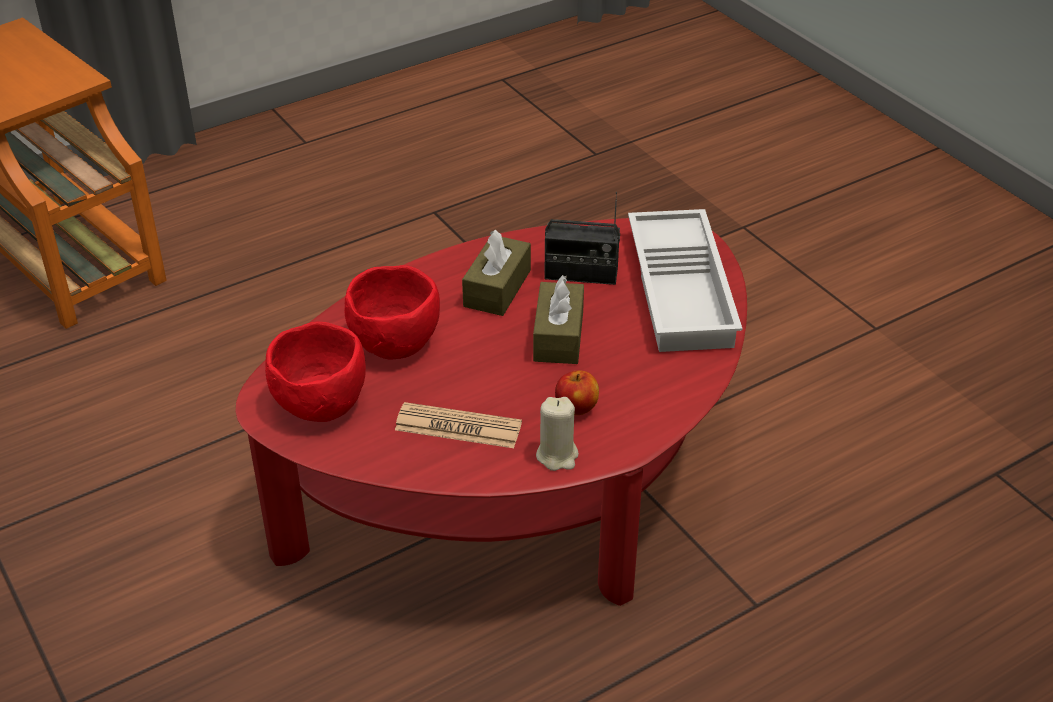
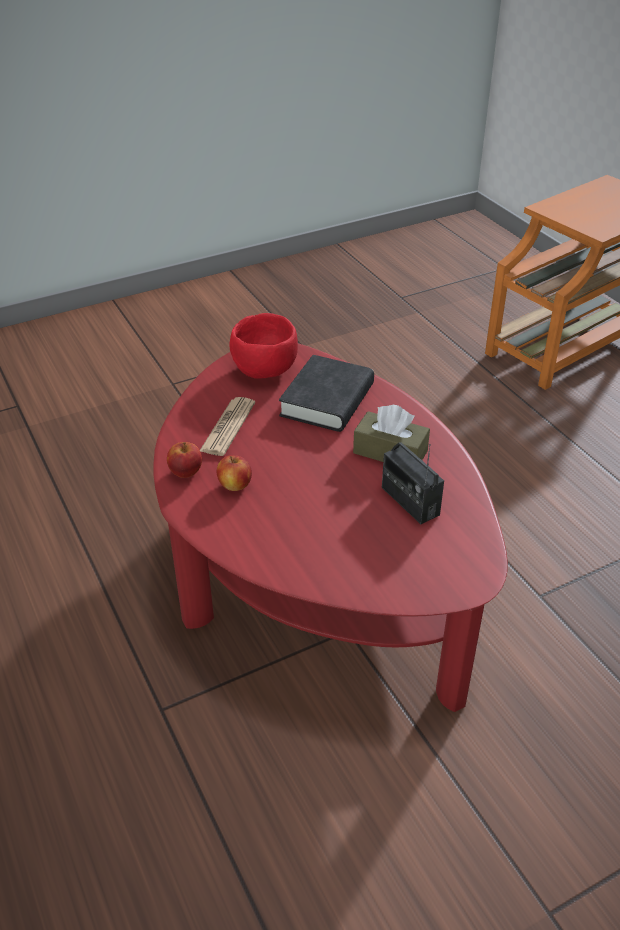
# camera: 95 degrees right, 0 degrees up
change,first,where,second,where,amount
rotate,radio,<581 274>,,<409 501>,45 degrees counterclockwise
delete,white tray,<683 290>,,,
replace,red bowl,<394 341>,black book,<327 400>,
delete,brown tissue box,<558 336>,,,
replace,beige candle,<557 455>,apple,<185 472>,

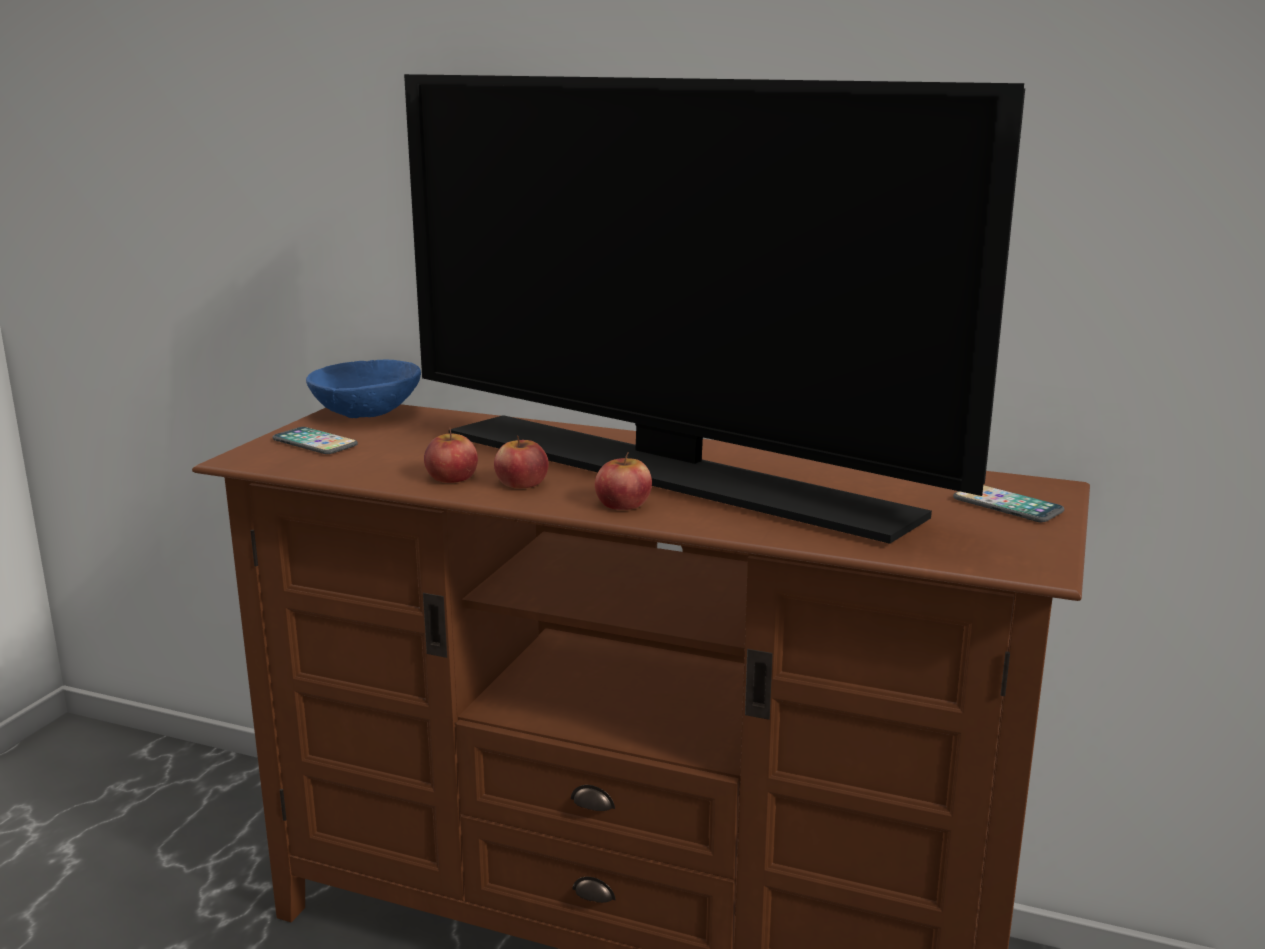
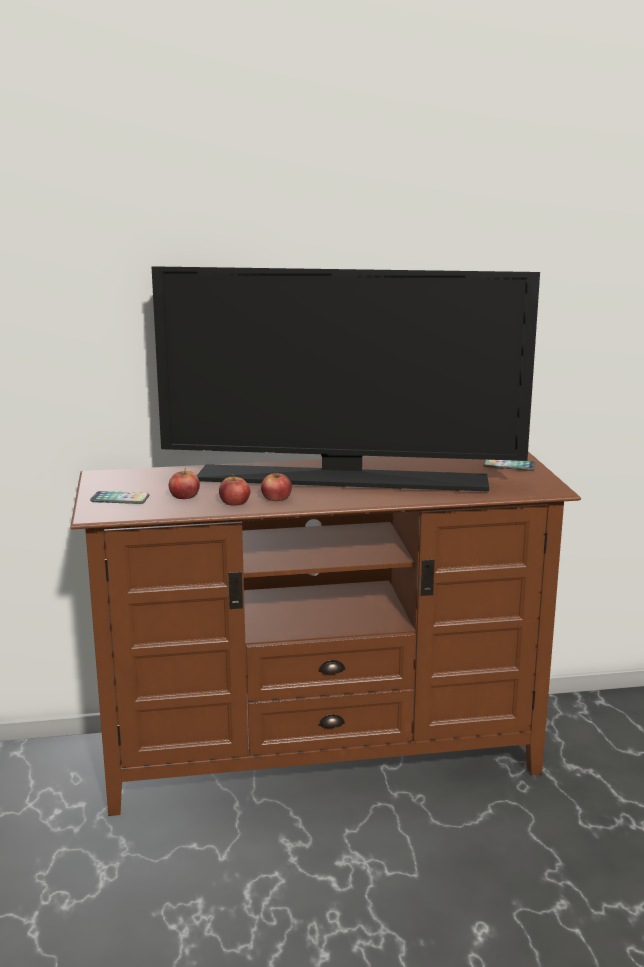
# camera: 30 degrees left, 0 degrees up
change,first,where,second,where,amount
delete,blue bowl,<368 412>,,,
move,apple,<623 503>,,<184 495>,

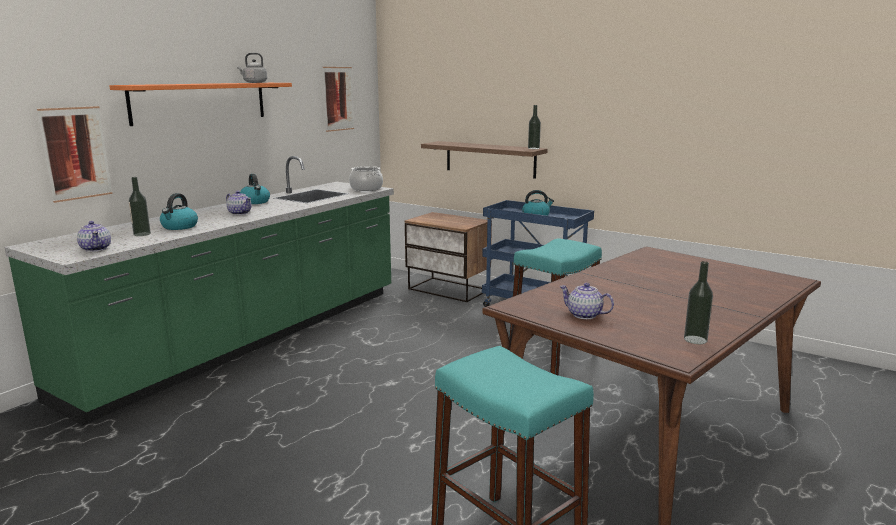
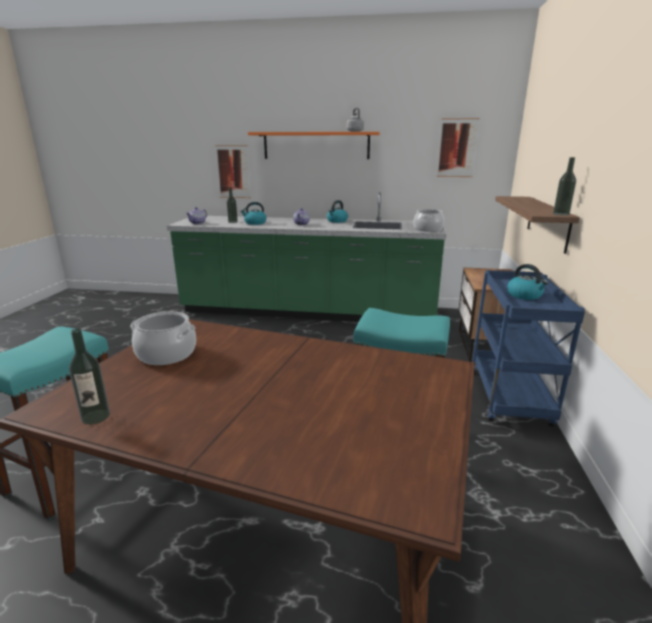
# camera: 65 degrees right, 5 degrees up
change,first,where,second,where,amount
replace,teapot,<584 315>,cooking pot,<166 354>,

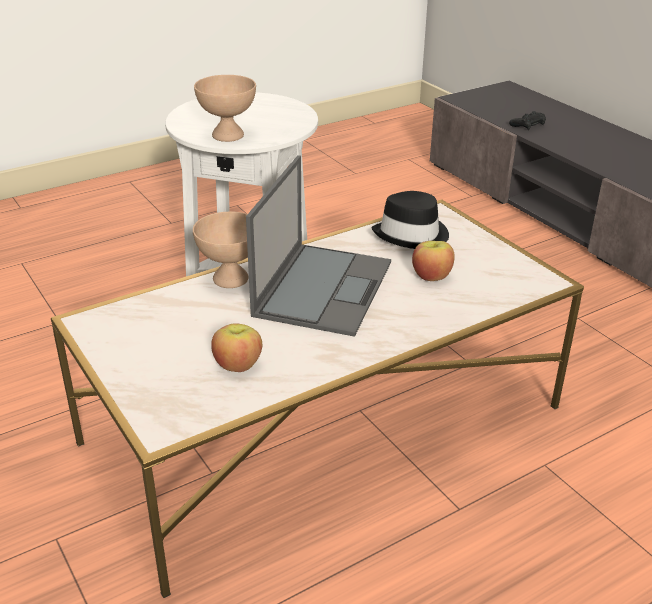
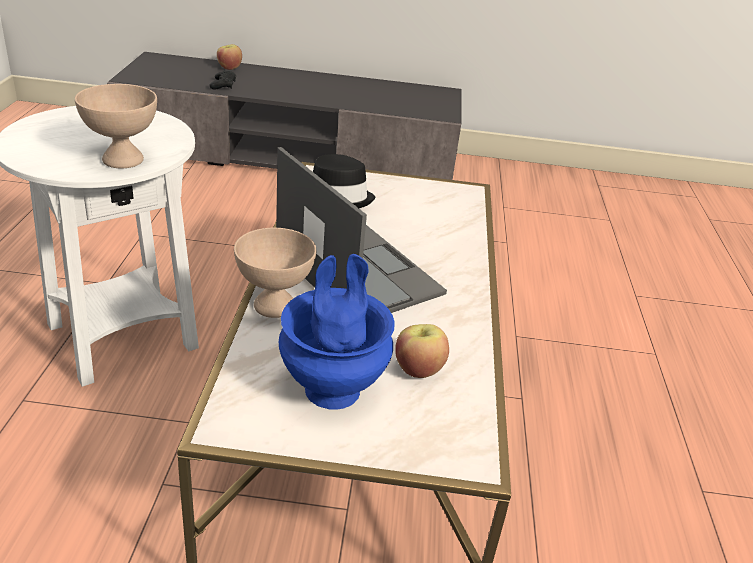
# camera: 55 degrees left, 0 degrees up
change,first,where,second,where,amount
move,apple,<431 276>,,<229 68>,
insert,,,blue vase,<334 389>,

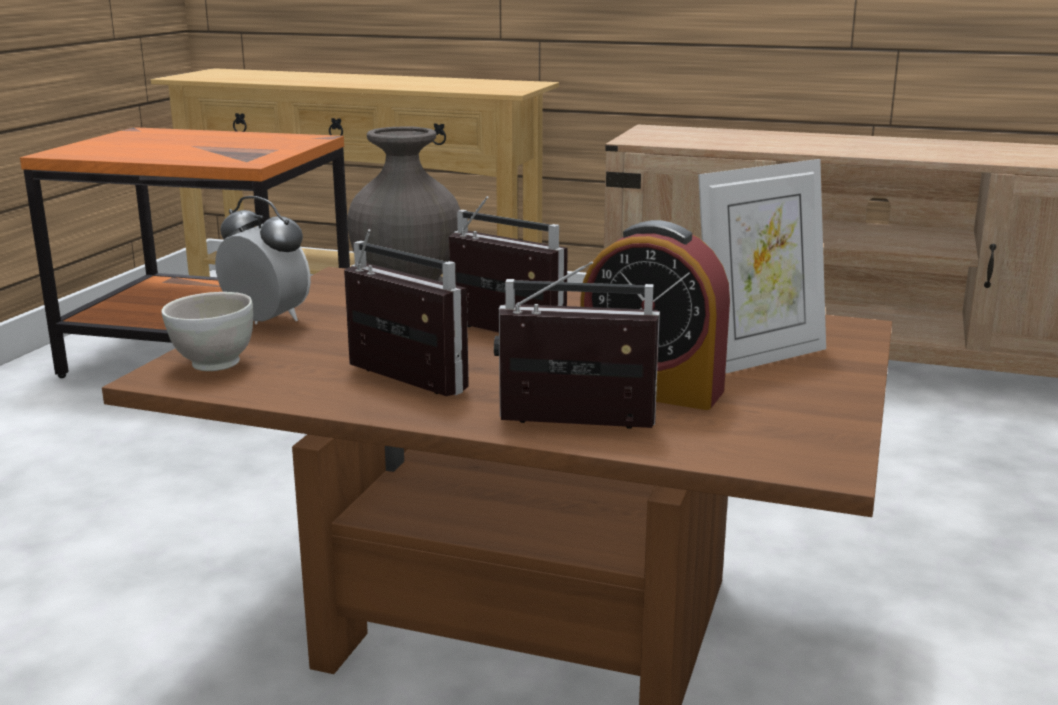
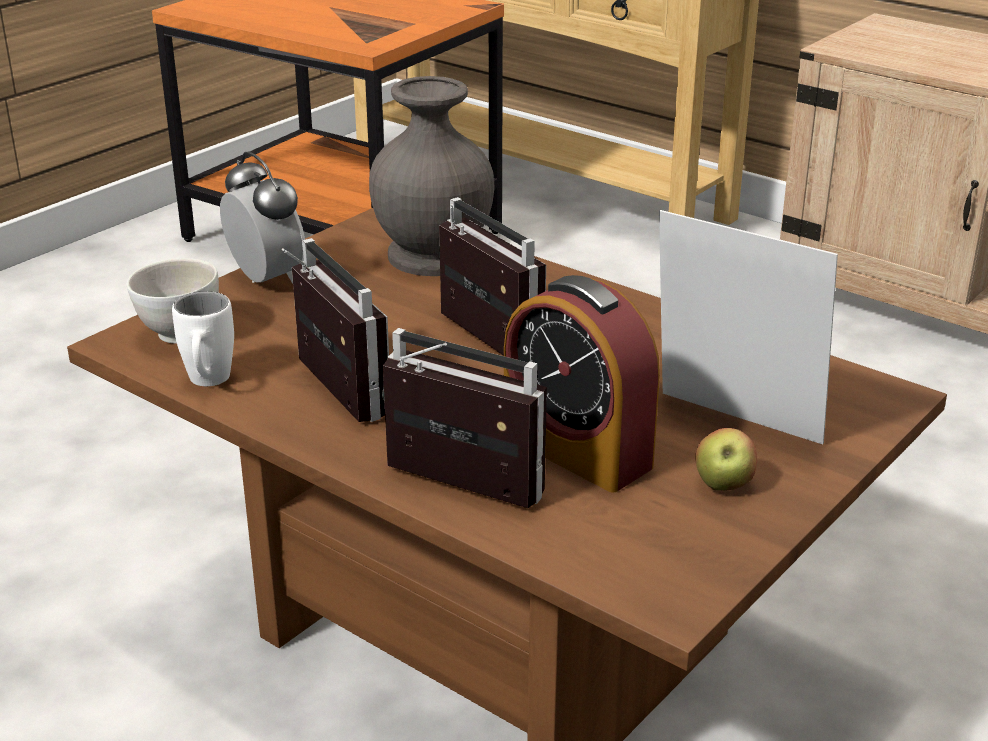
# camera: 20 degrees right, 10 degrees up
change,first,where,second,where,amount
rotate,picture frame,<758 358>,,<733 425>,135 degrees counterclockwise
insert,,,white mug,<208 384>,
insert,,,apple,<723 485>,

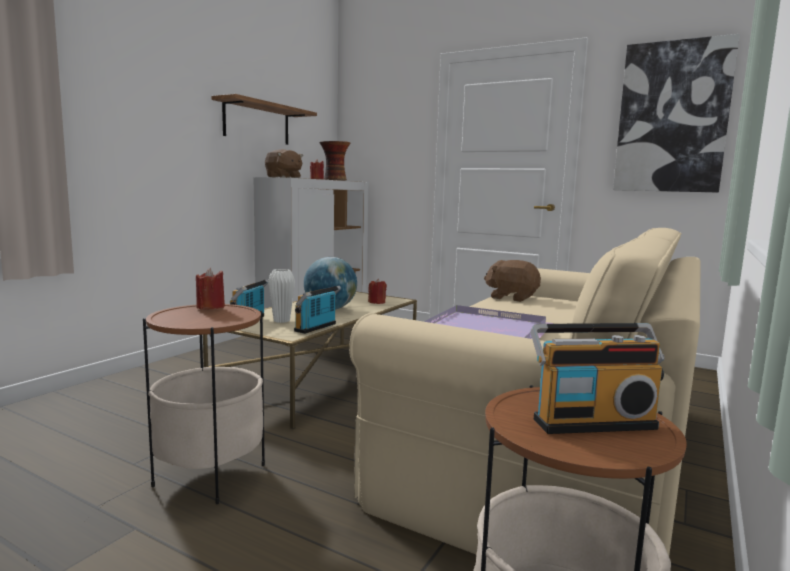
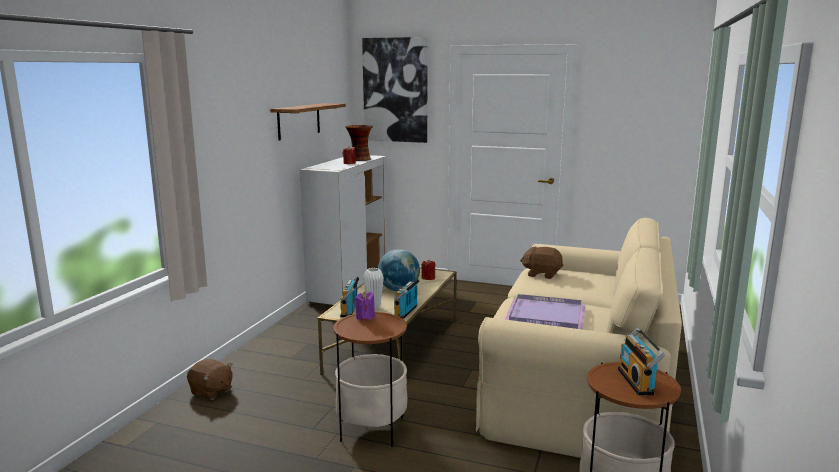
# camera: 10 degrees left, 5 degrees up
change,first,where,second,where,amount
move,picture,<672 117>,,<395 90>,
move,brown plush toy,<283 177>,,<211 392>,
recolor,red candle,<210 307>,purple candle,<365 317>,
rotate,radio,<592 422>,,<638 381>,105 degrees clockwise

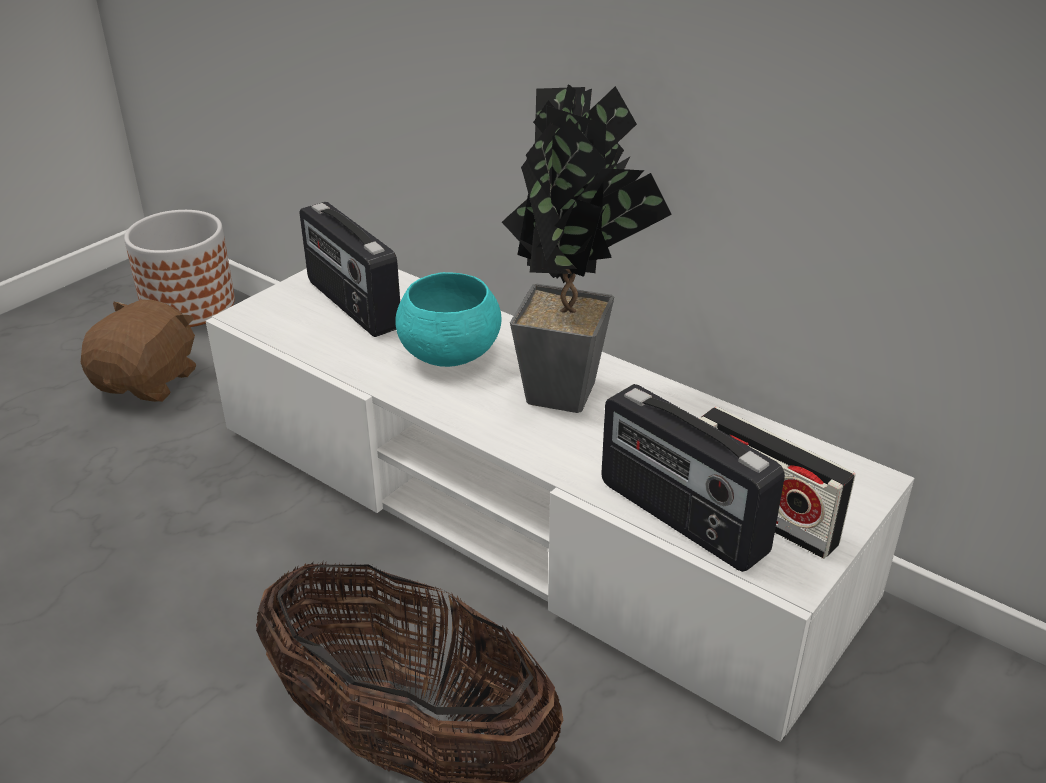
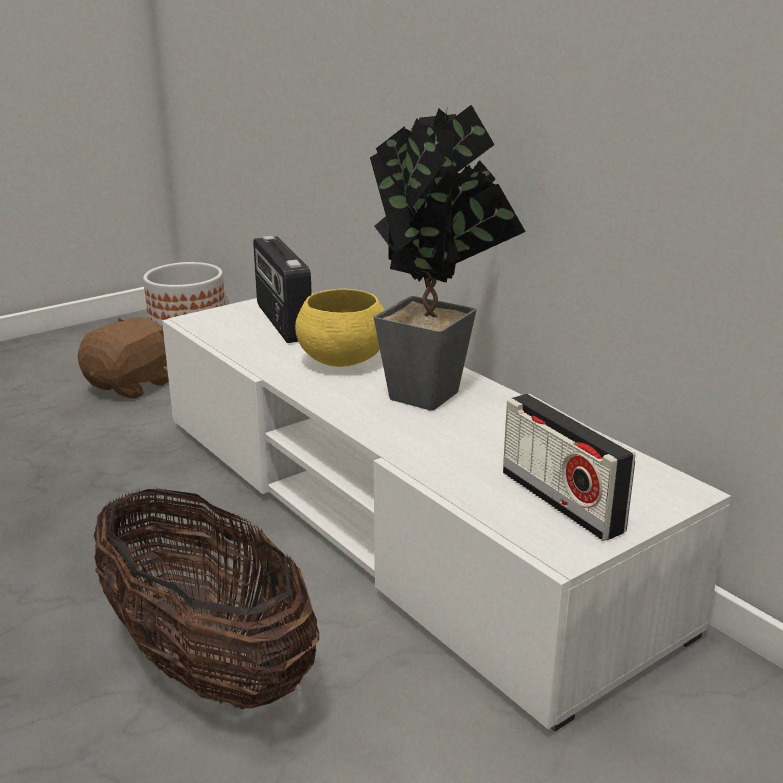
# camera: 15 degrees right, 10 degrees down
change,first,where,second,where,amount
recolor,turquoise bowl,<449 355>,yellow bowl,<342 360>,
delete,radio,<680 519>,,,

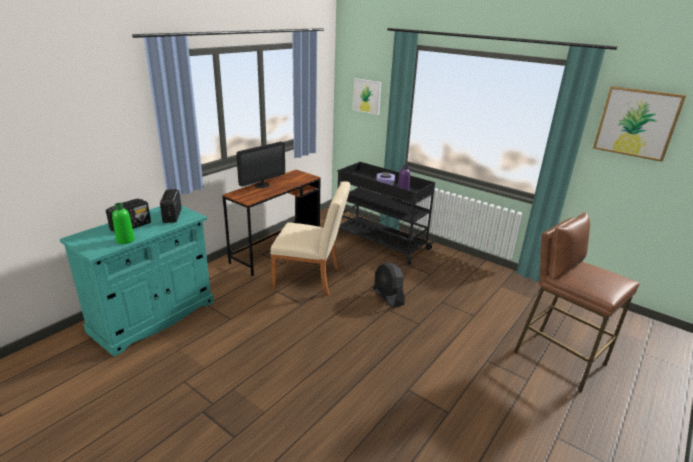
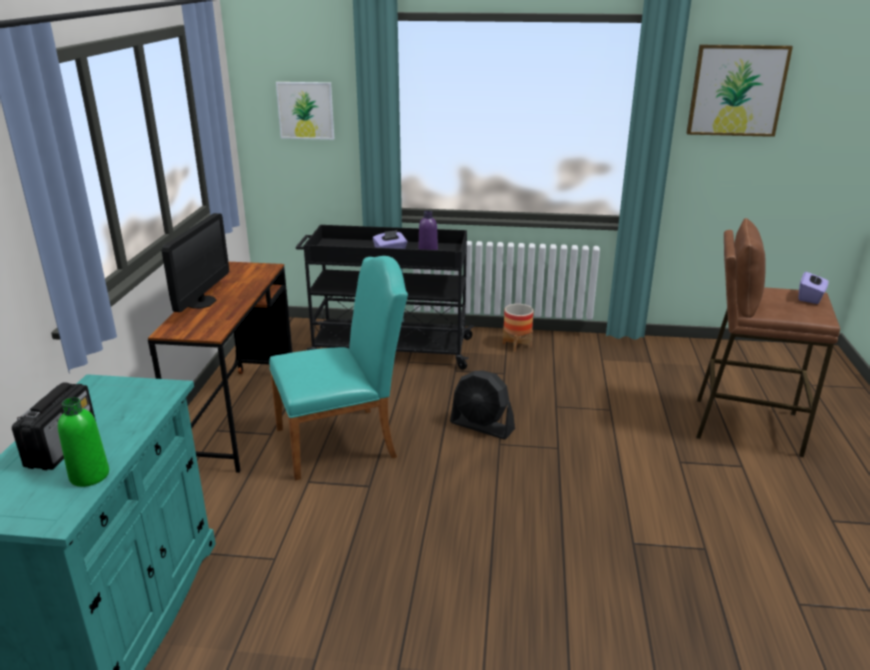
# camera: 30 degrees left, 0 degrees up
change,first,where,second,where,amount
recolor,beige chair,<311 278>,turquoise chair,<344 440>,
delete,radio,<172 216>,,,
insert,,,purple tissue box,<810 297>,
insert,,,planter,<516 345>,

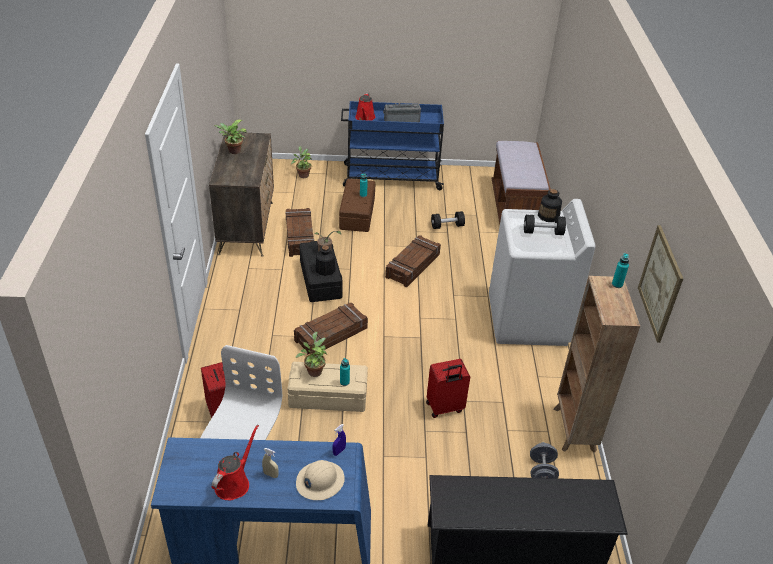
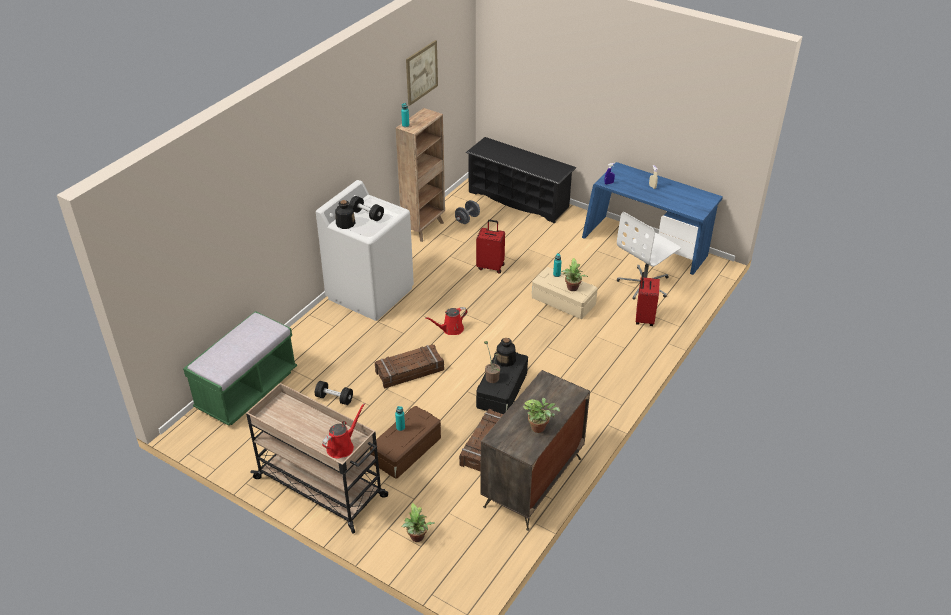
# camera: 145 degrees left, 0 degrees up
change,first,where,second,where,amount
recolor,blue cart,<391 177>,beige cart,<322 488>,
delete,radio,<401 120>,,,
recolor,brown bench,<515 208>,green bench,<247 390>,
delete,crate,<330 334>,,,
move,red watering can,<234 483>,,<450 329>,
delete,beige hard hat,<319 481>,,,

